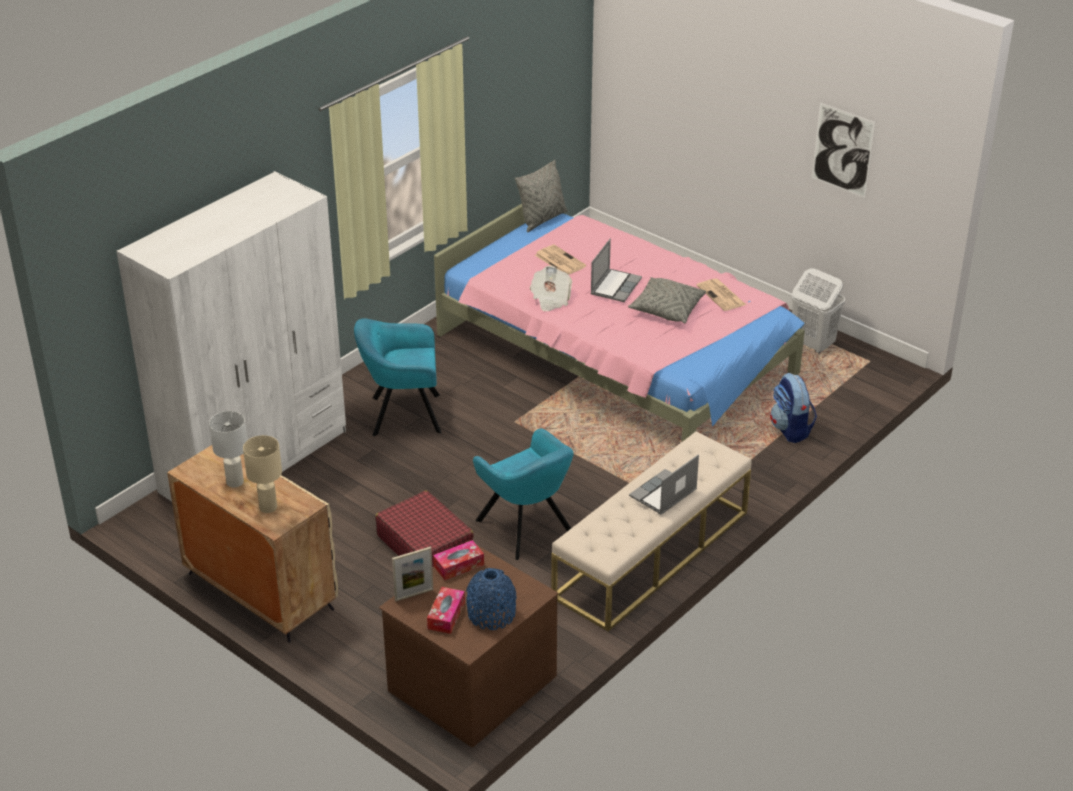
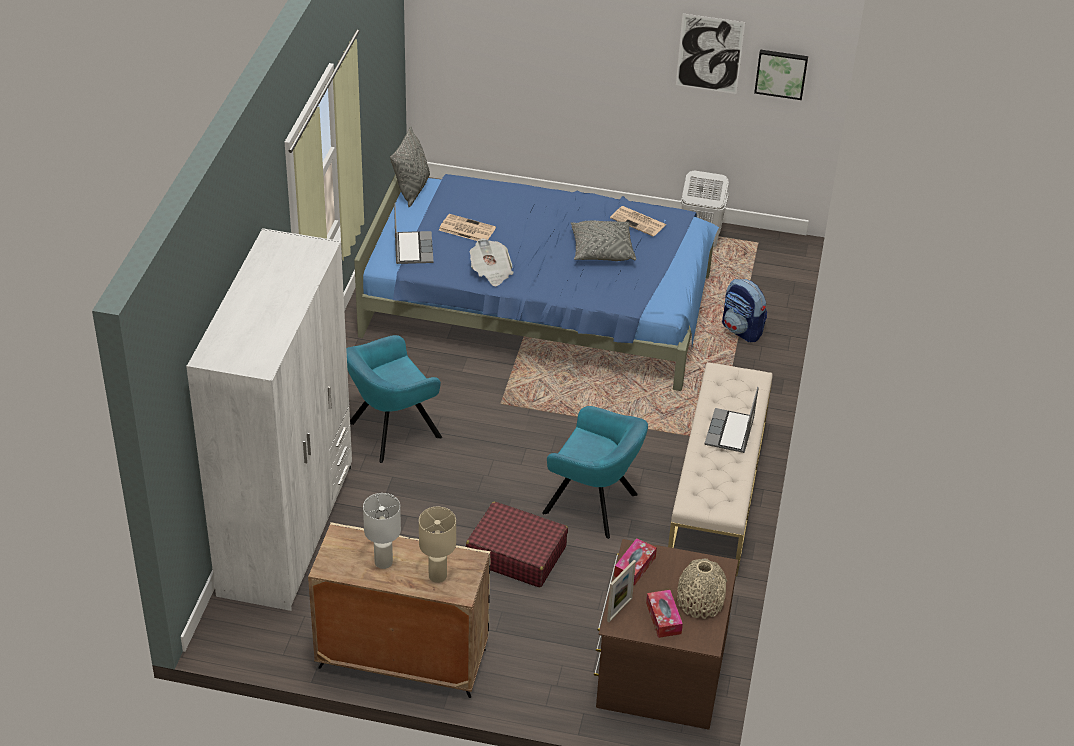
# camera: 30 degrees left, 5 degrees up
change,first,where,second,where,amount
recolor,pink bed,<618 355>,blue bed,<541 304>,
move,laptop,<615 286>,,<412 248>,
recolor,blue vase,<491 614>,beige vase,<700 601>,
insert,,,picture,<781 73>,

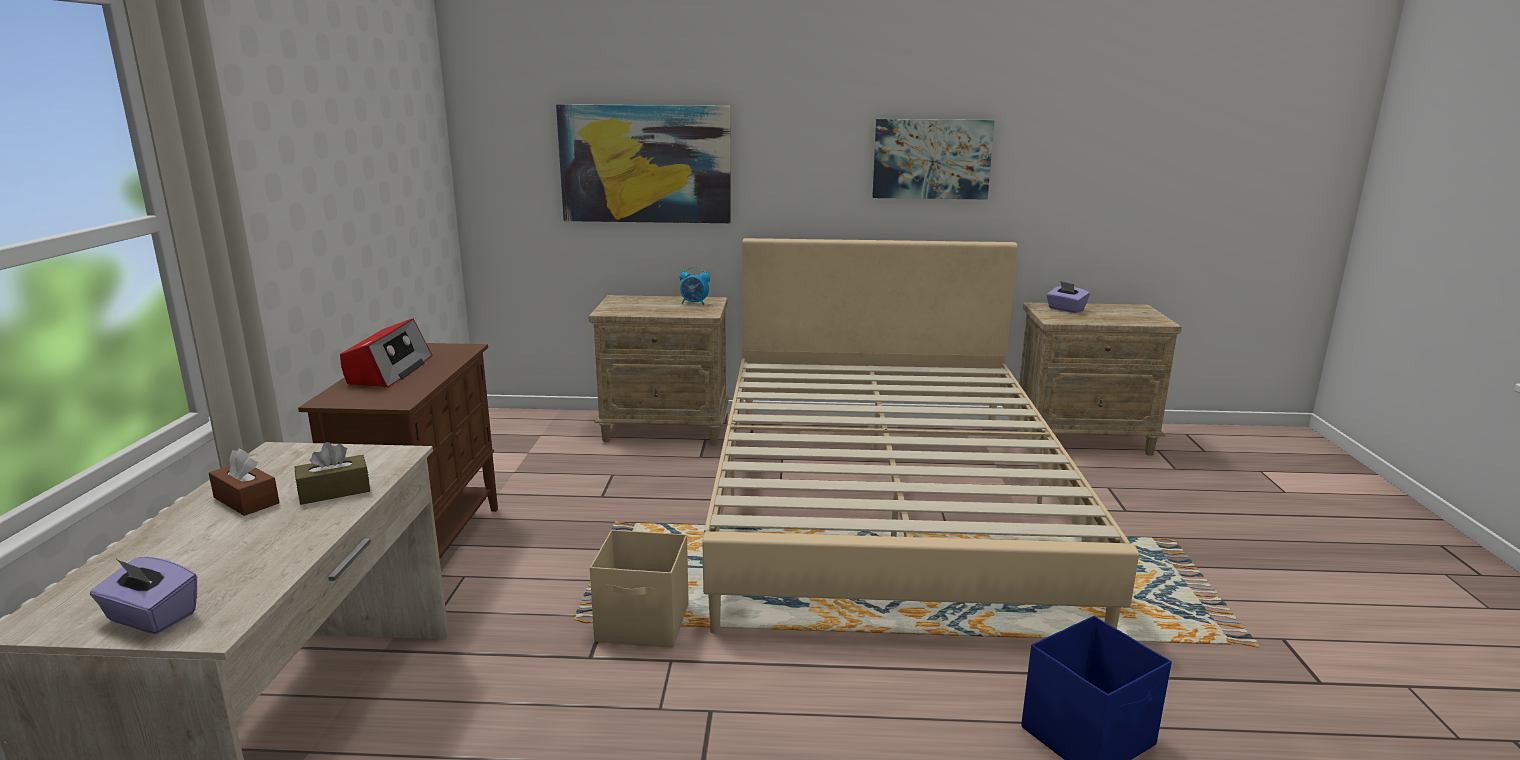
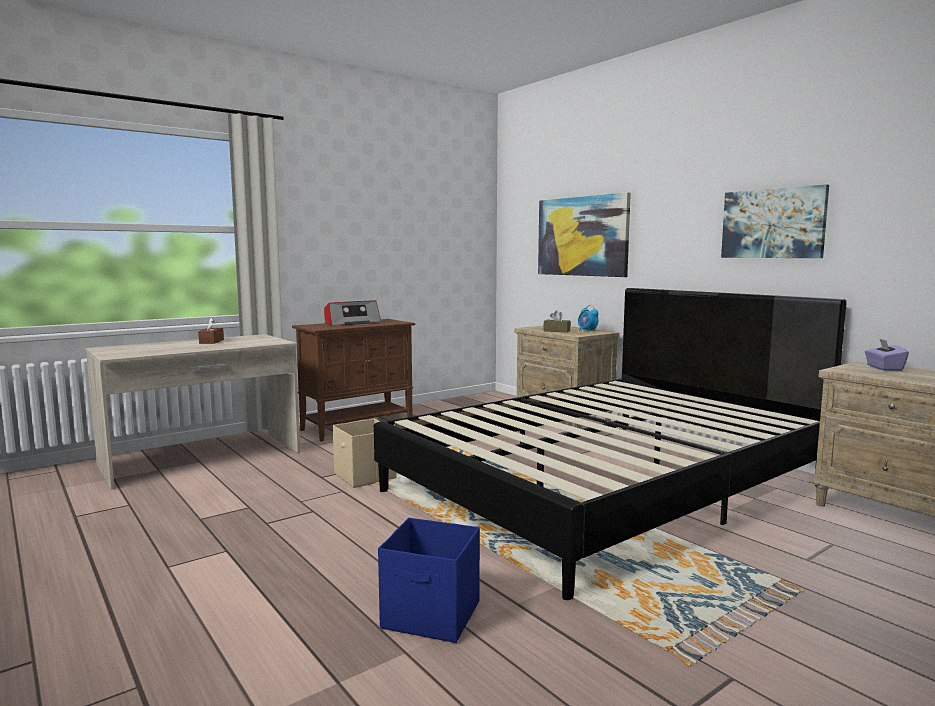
# camera: 50 degrees right, 10 degrees down
change,first,where,second,where,amount
recolor,beige bed,<886 503>,black bed,<608 485>,
move,brown tissue box,<334 491>,,<556 331>,
delete,purple tissue box,<151 618>,,,

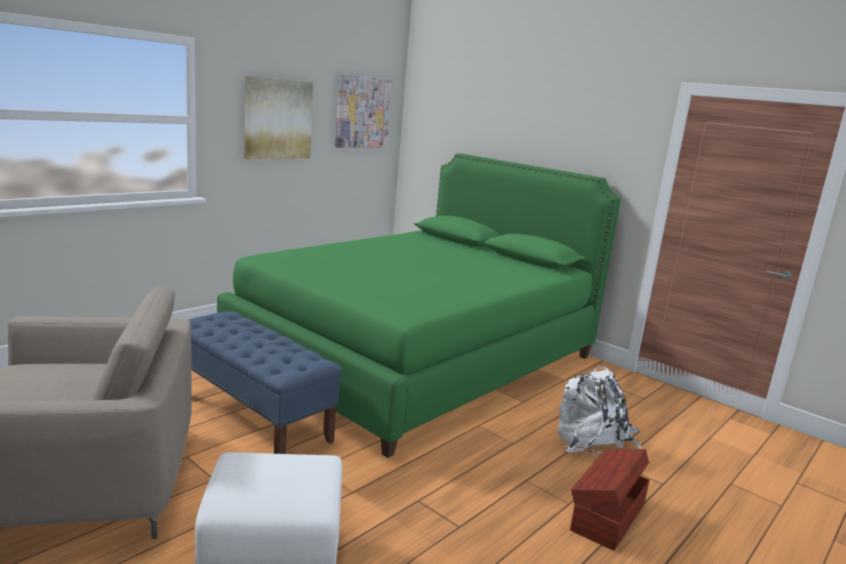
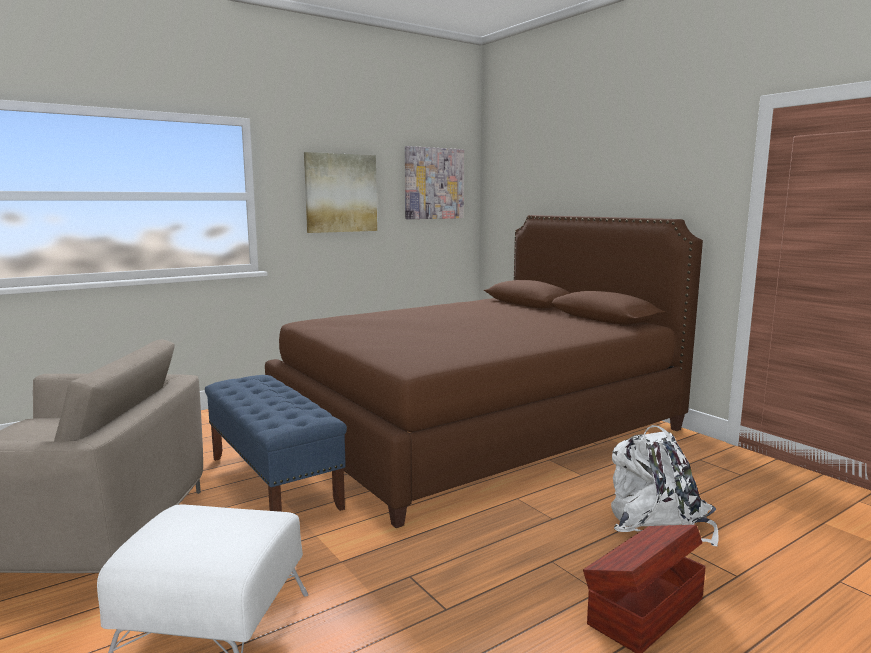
# camera: 15 degrees right, 5 degrees down
change,first,where,second,where,amount
recolor,green bed,<417 357>,brown bed,<476 428>,

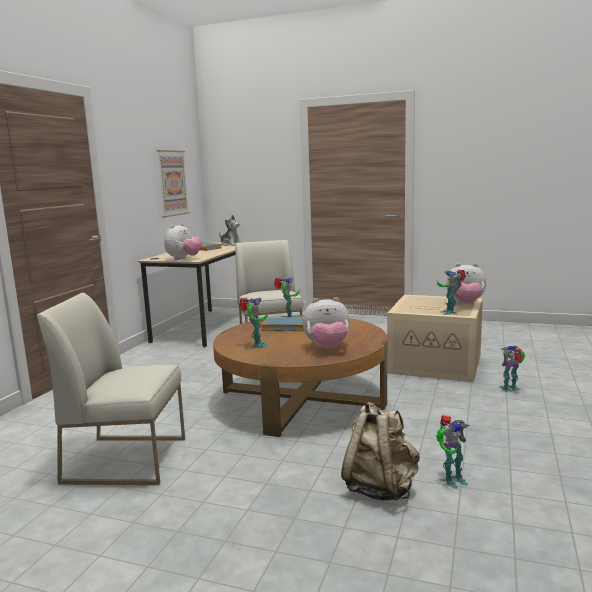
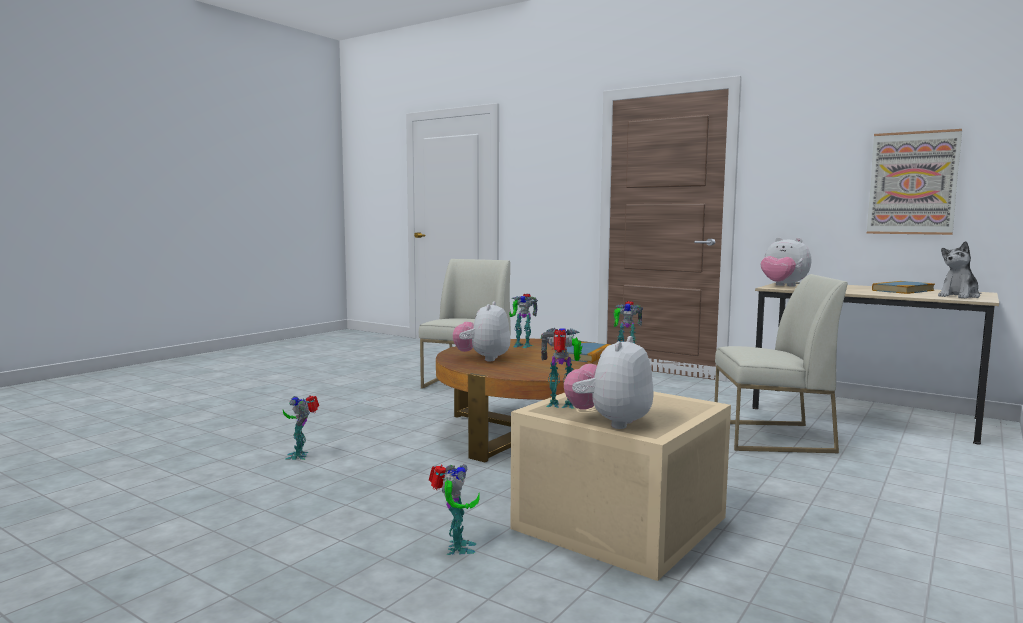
# camera: 105 degrees right, 5 degrees down
change,first,where,second,where,amount
delete,beige backpack,<380 489>,,,

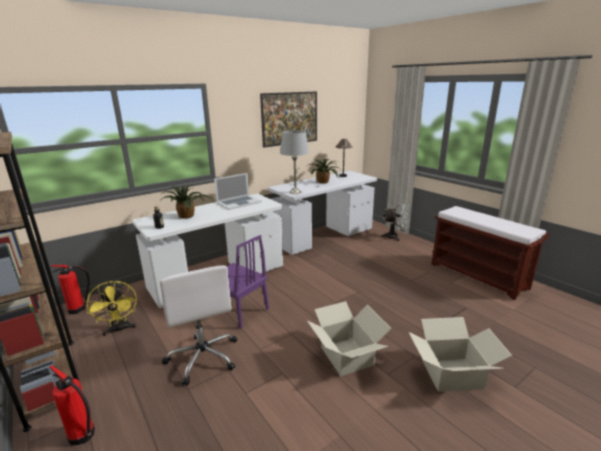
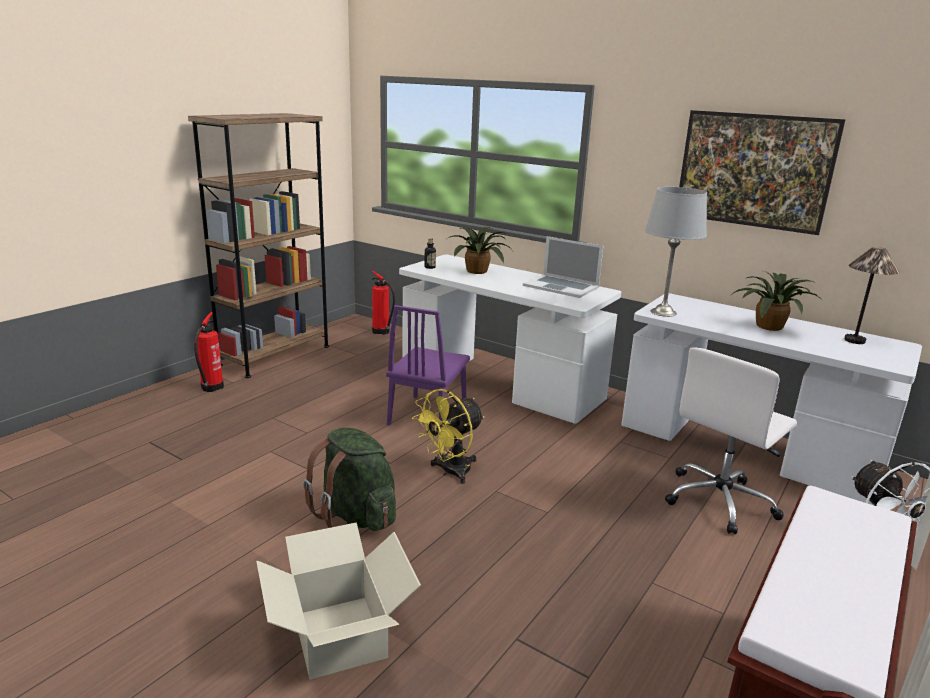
# camera: 70 degrees right, 0 degrees up
change,first,where,second,where,amount
move,white office chair,<203 357>,,<720 501>,
move,yellow fan,<119 329>,,<450 472>,
replace,cardboard box,<346 356>,green backpack,<356 516>,

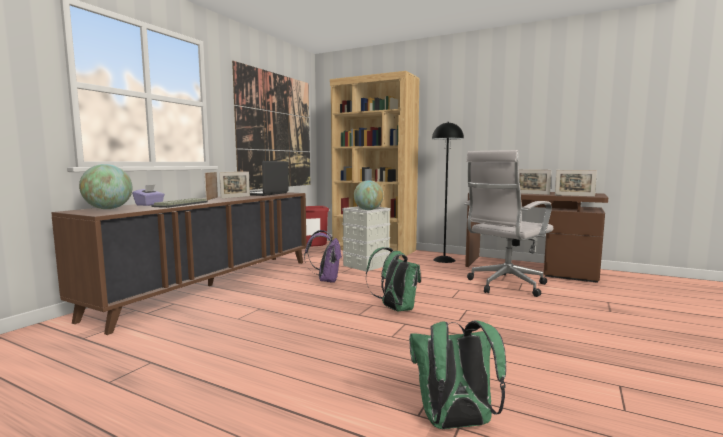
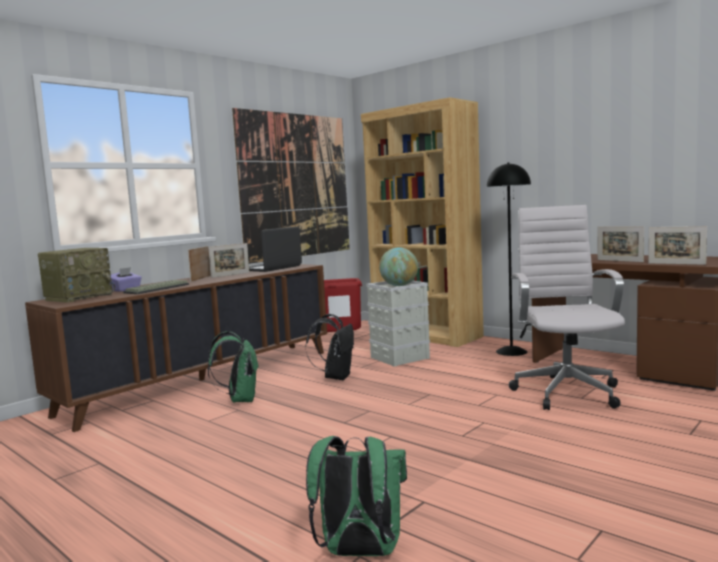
# camera: 15 degrees right, 0 degrees up
change,first,where,second,where,amount
rotate,white office chair,<504 286>,,<565 391>,120 degrees clockwise
replace,globe,<108 209>,radio,<79 297>,
recolor,purple backpack,<326 280>,black backpack,<336 377>,
move,green backpack,<395 309>,,<239 400>,

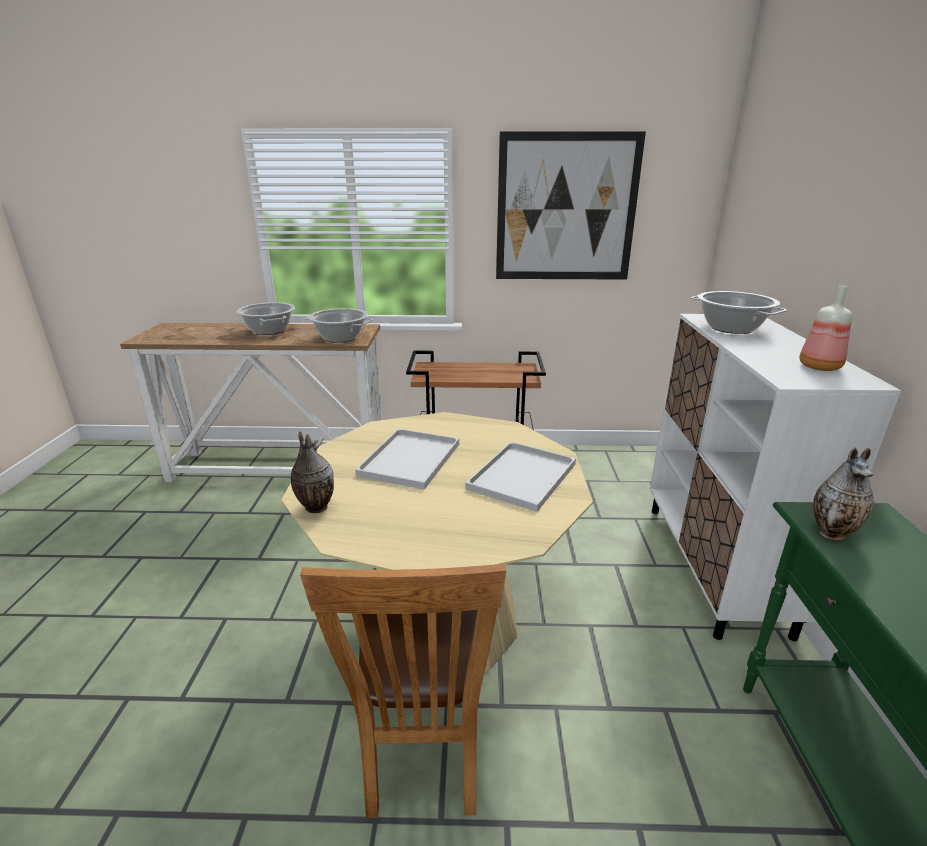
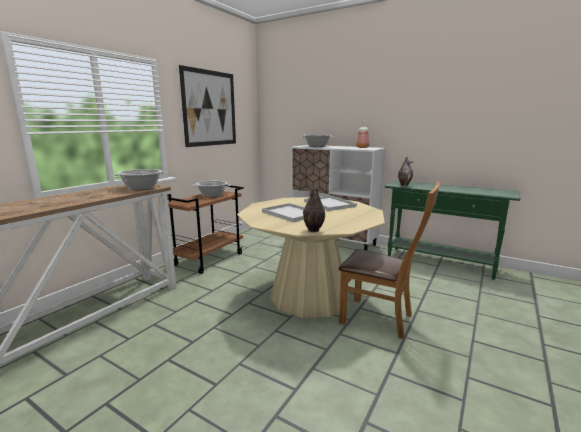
# camera: 60 degrees left, 10 degrees down
change,first,where,second,where,amount
move,cooking pot,<269 330>,,<212 195>,

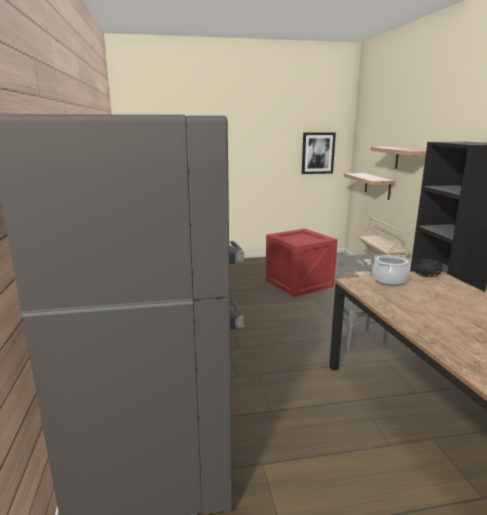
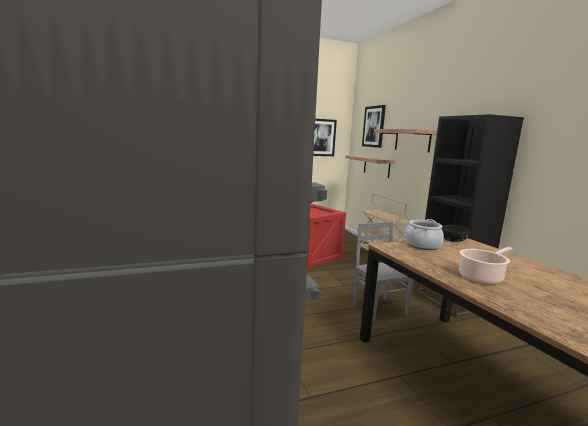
# camera: 10 degrees left, 5 degrees down
change,first,where,second,where,amount
insert,,,picture,<374 126>,
insert,,,cooking pot,<481 277>,

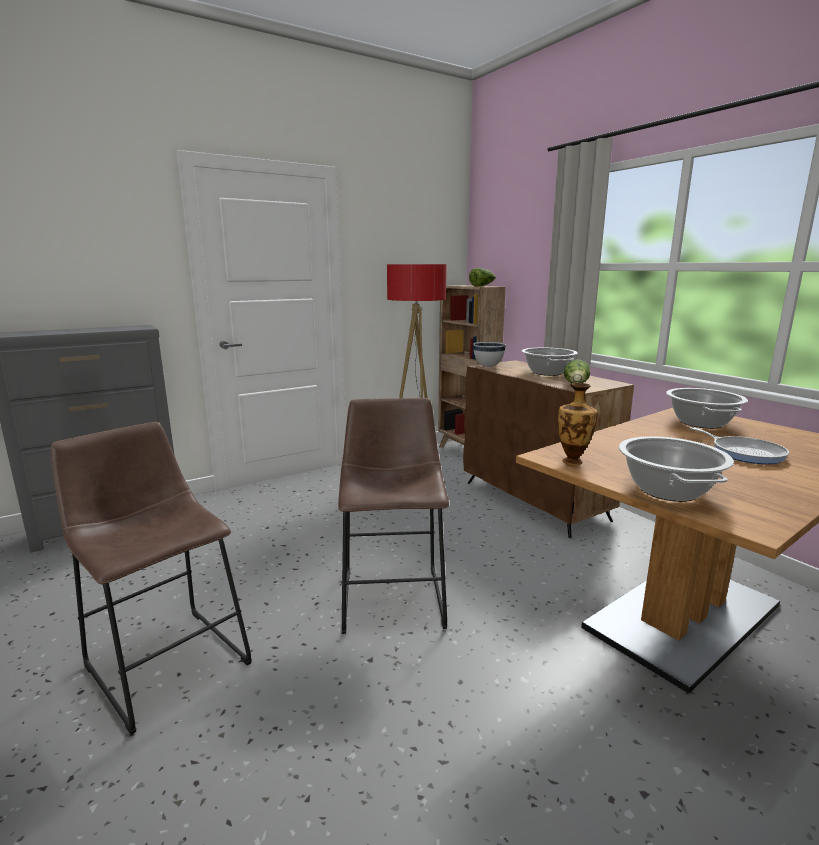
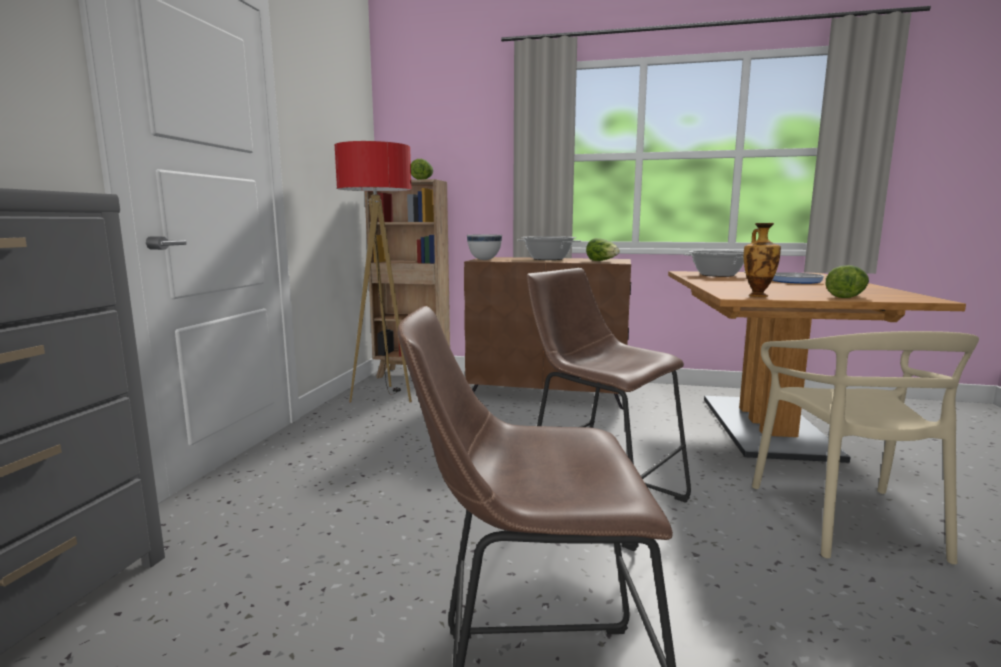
# camera: 45 degrees left, 5 degrees down
change,first,where,second,where,amount
replace,cooking pot,<667 490>,lettuce,<846 296>,
insert,,,beige chair,<847 519>,

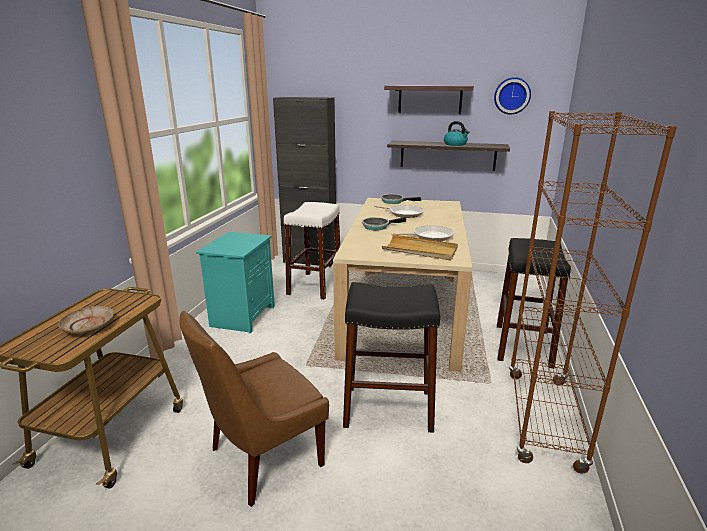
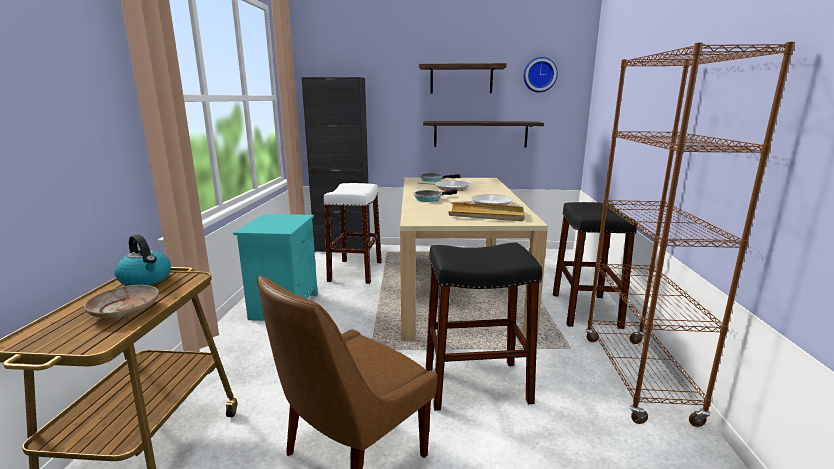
# camera: 10 degrees left, 5 degrees down
change,first,where,second,where,amount
move,kettle,<455 144>,,<146 279>,

